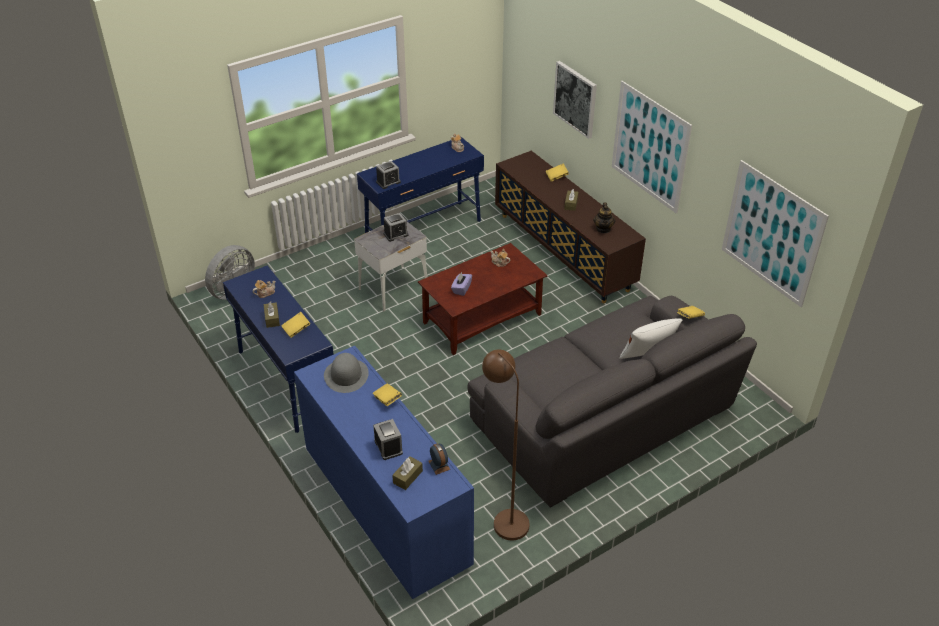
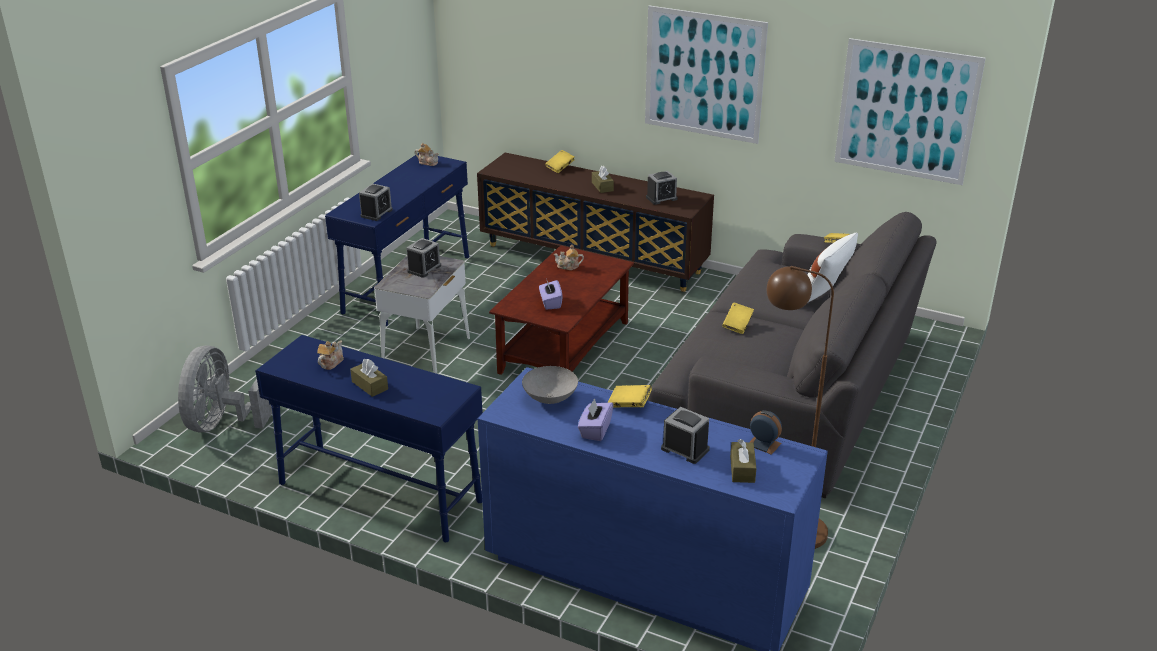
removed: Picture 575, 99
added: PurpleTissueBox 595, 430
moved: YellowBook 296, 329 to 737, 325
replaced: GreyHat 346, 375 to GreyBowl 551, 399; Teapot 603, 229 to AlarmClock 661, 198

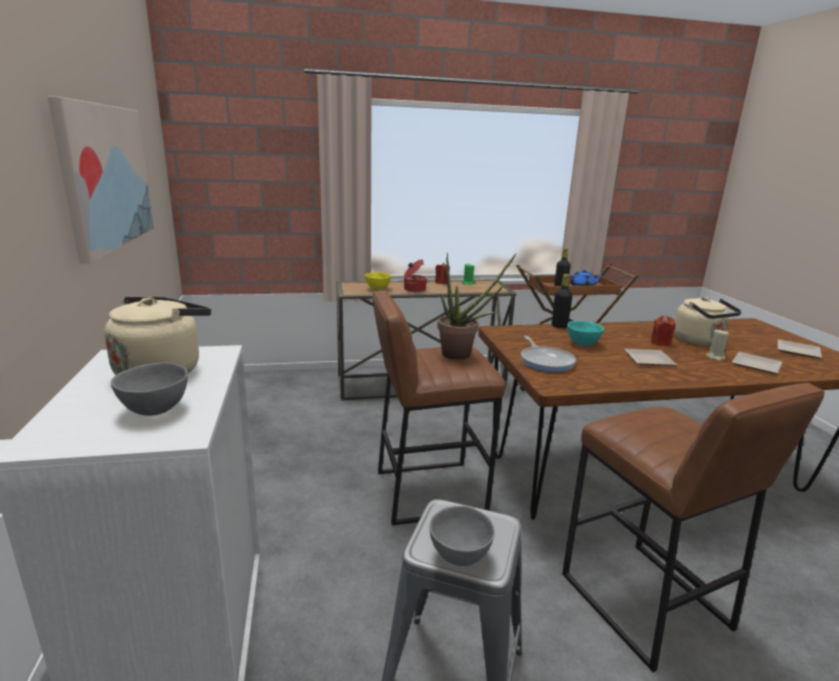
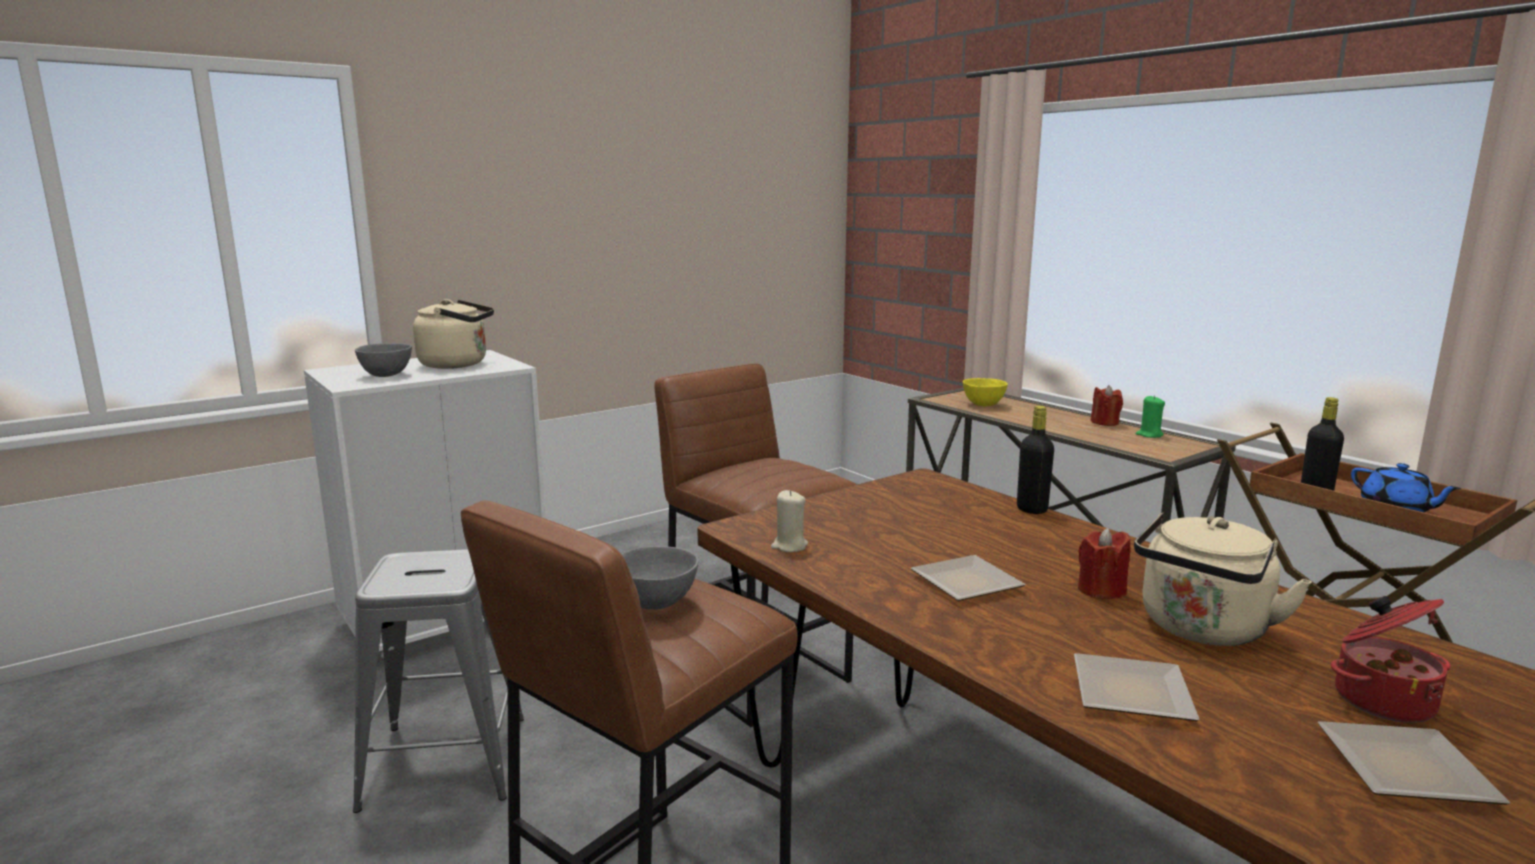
removed: Picture 106, 176; PottedPlant 462, 355; FryingPan 545, 361; TurquoiseBowl 582, 344
moved: CookingPot 414, 289 to 1381, 699; GreyBowl 459, 554 to 658, 603; BeigeCandle 715, 357 to 789, 546

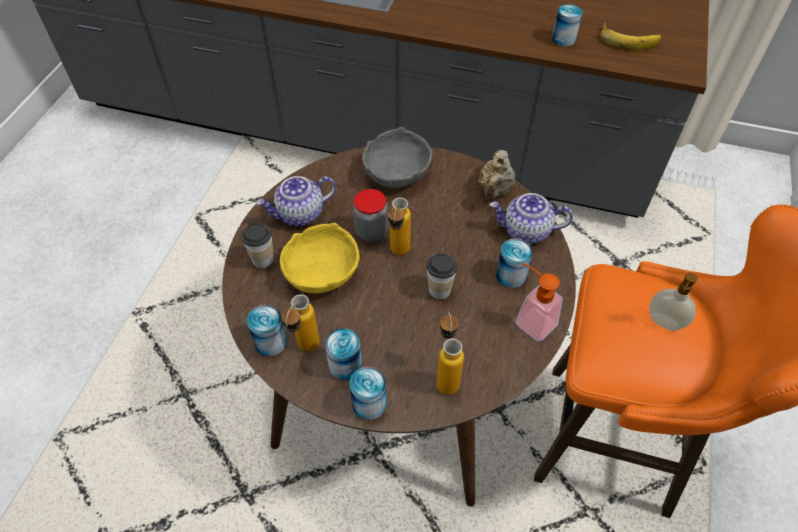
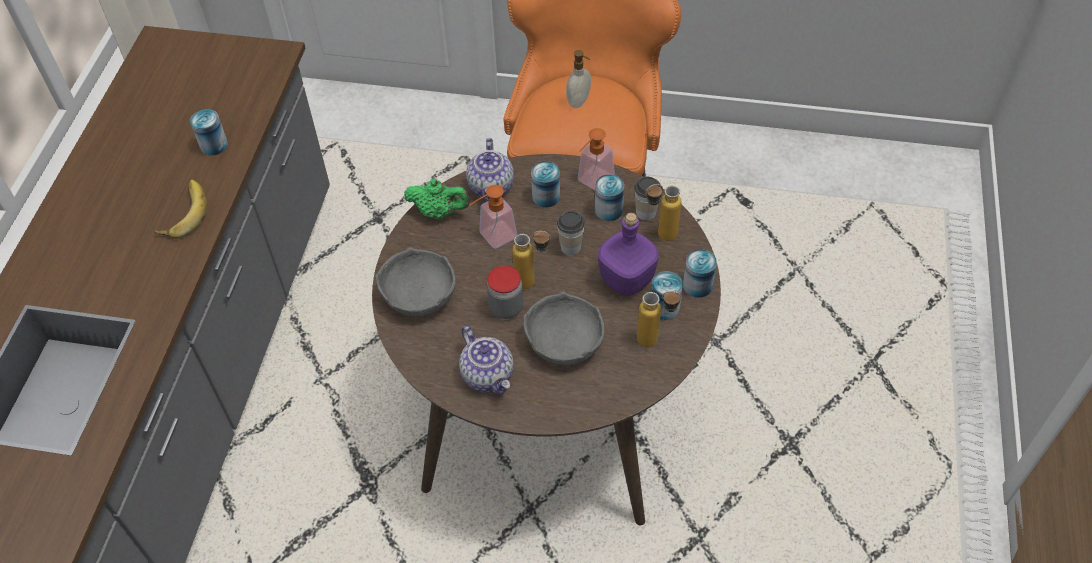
added: SoapDispenser 493, 238; PurpleBottle 626, 280
moved: Cup 263, 260 to 646, 212; Can 270, 342 to 608, 210; Banana 628, 38 to 183, 213
recoloured: YellowBowl 320, 273 to GreyBowl 565, 343; BeigeTeapot 494, 190 to GreenTeapot 439, 212

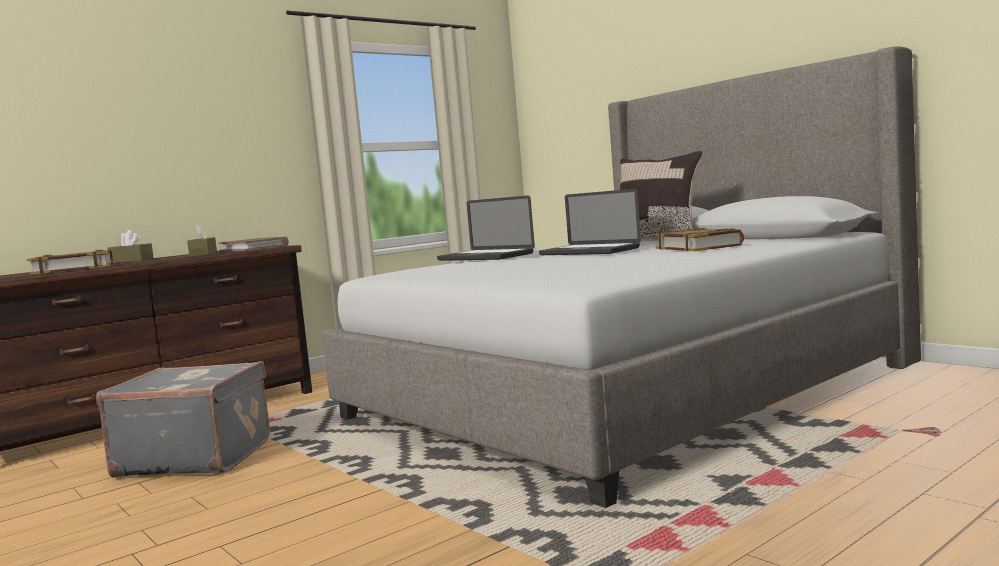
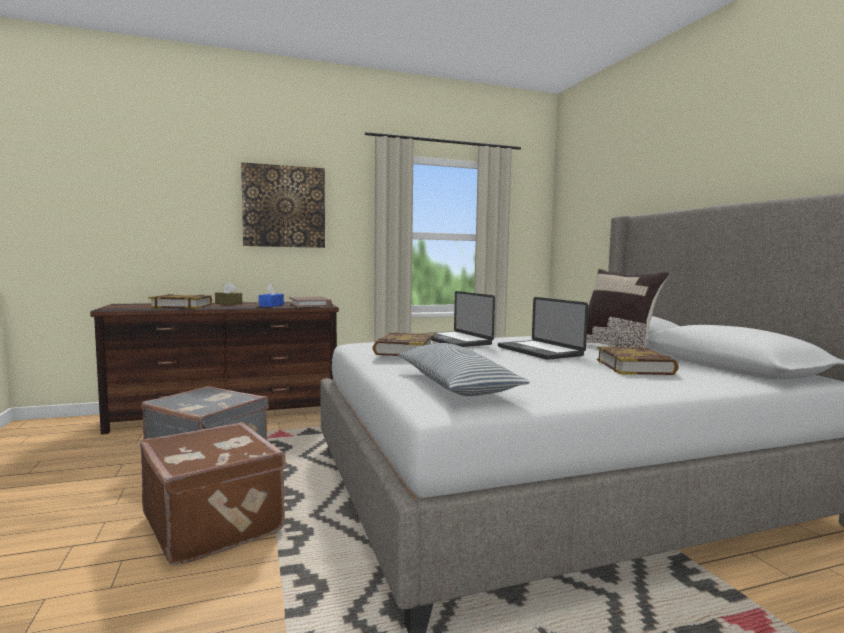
added: BrownSuitcase 215, 523; Picture 284, 206; Book 404, 350; Pillow 455, 385
recoloured: BrownTissueBox 203, 254 to BlueTissueBox 271, 305

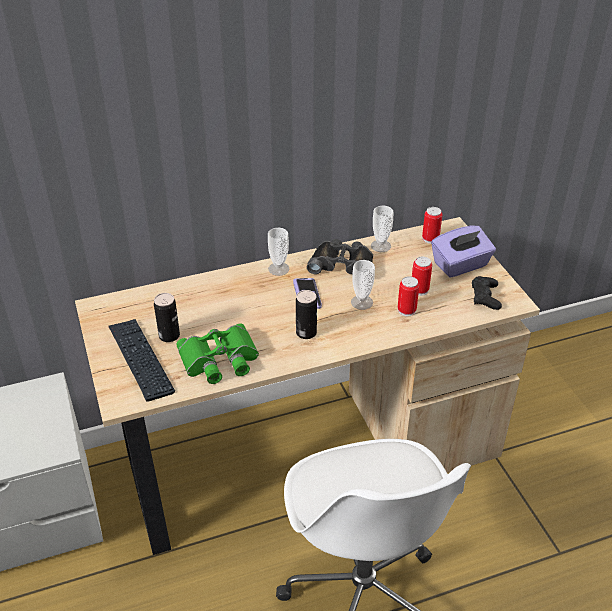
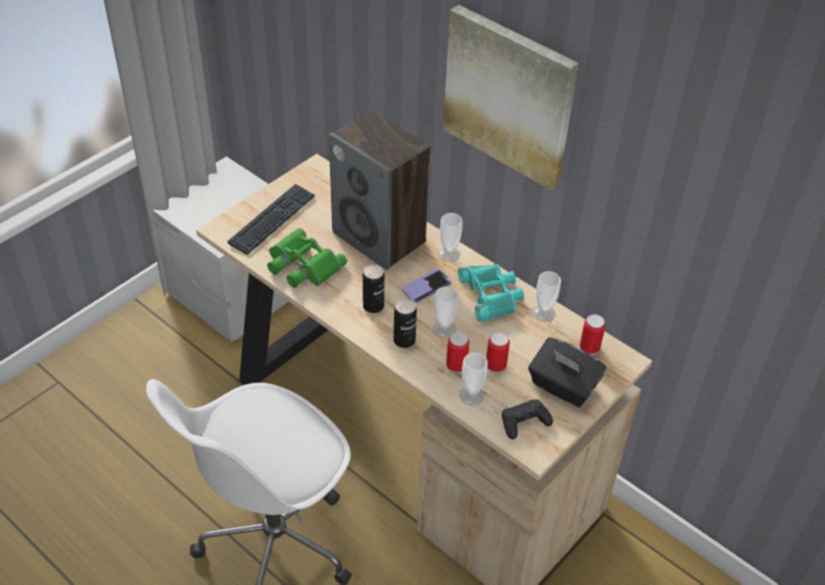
added: Speaker 380, 237; Picture 509, 95; Cup 471, 395
moved: Can 169, 336 to 404, 340
recoloured: BlackBinoculars 342, 264 to TurquoiseBinoculars 491, 295; PurpleTissueBox 461, 265 to BlackTissueBox 563, 387

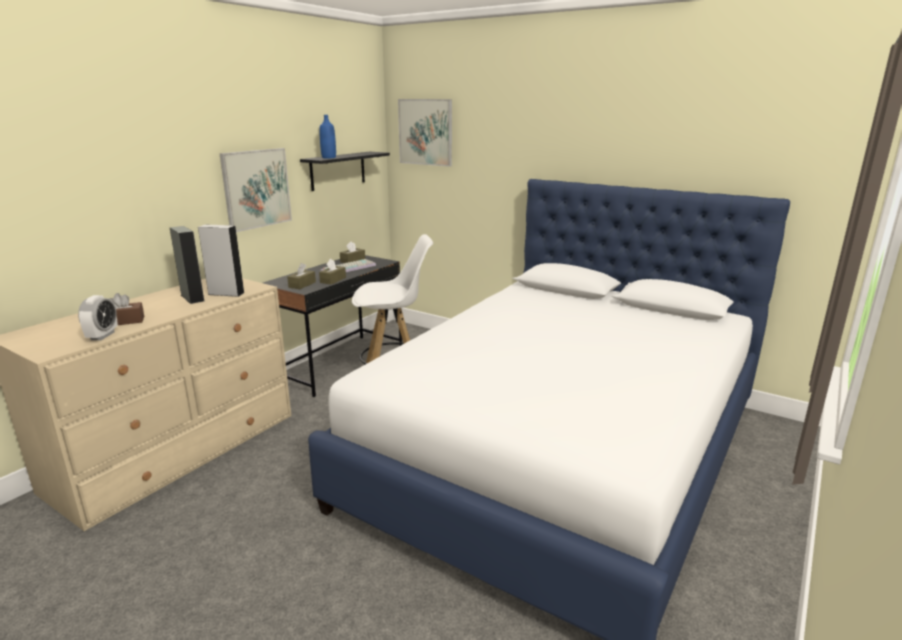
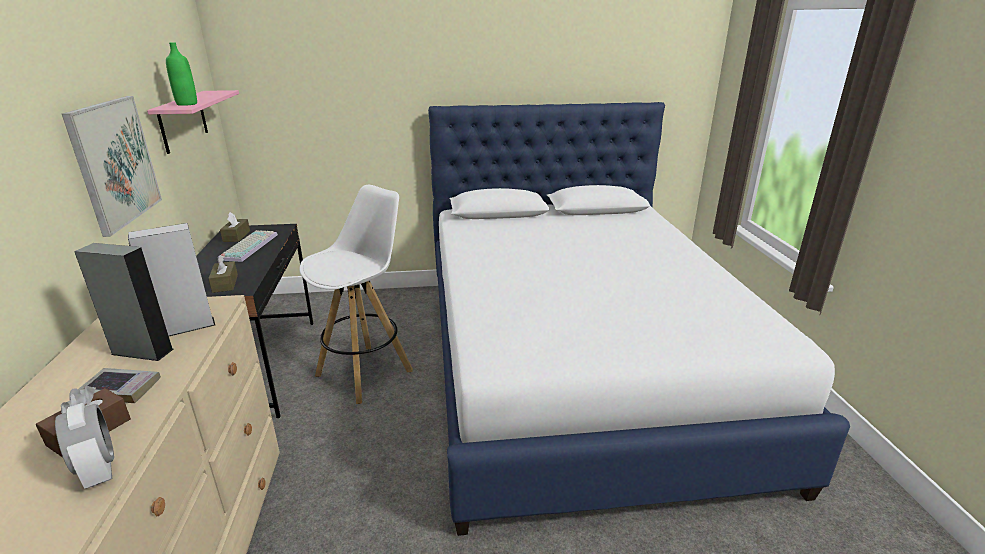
removed: BrownTissueBox 333, 280; Picture 425, 132
added: Book 121, 389
recoloured: BlackShelf 338, 170 to PinkShelf 183, 121; BlueBottle 329, 157 to GreenBottle 187, 104

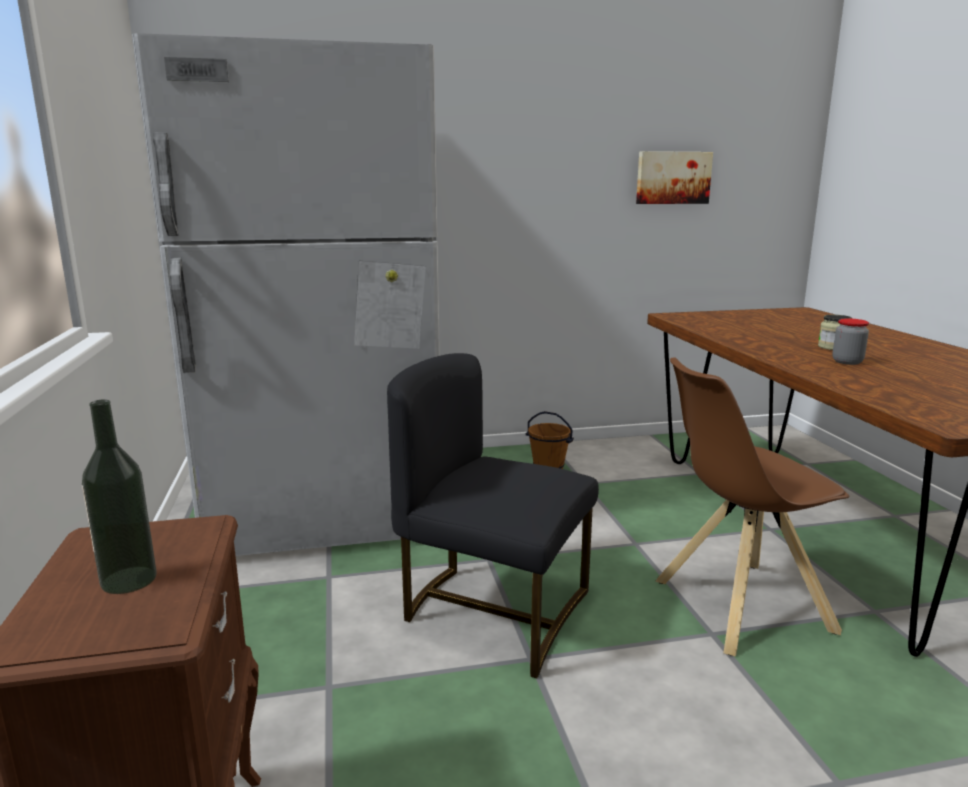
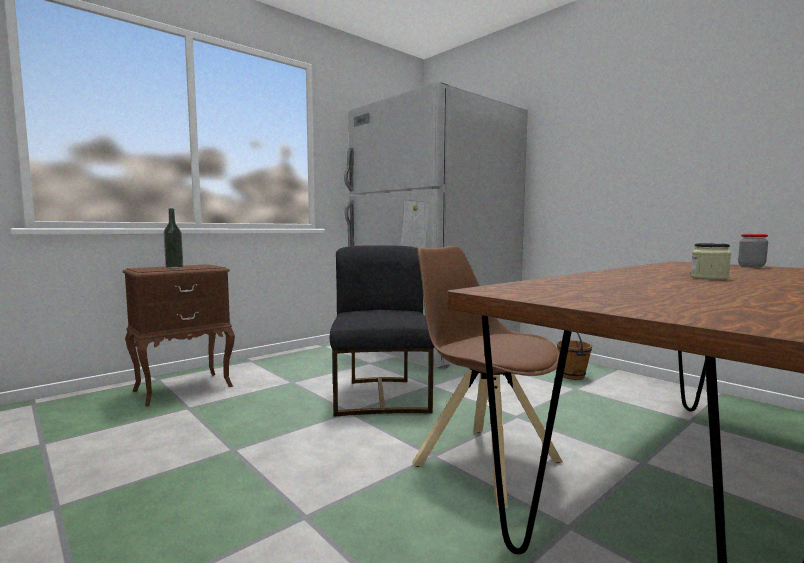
removed: Picture 672, 178
moved: Jar 847, 362 to 751, 266

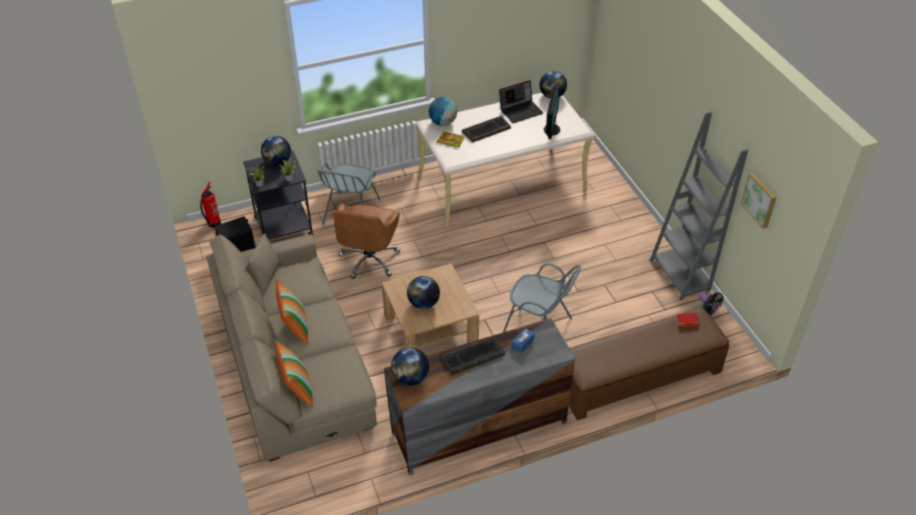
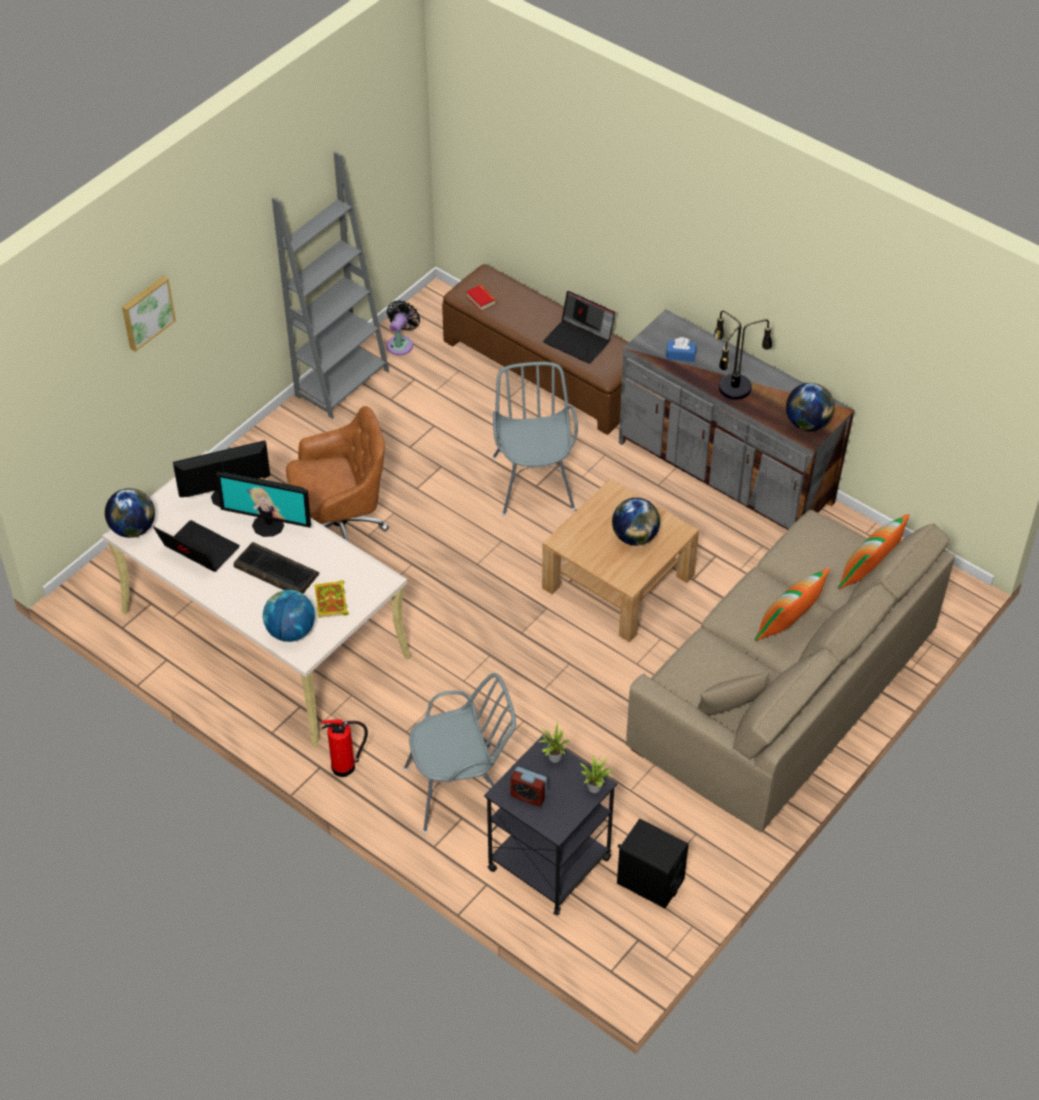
added: Monitor 268, 525; Laptop 579, 340
moved: FireExtinguisher 213, 224 to 346, 767; BrownOfficeChair 369, 260 to 340, 529; Picture 760, 200 to 146, 312
replaced: Globe 277, 162 to AlarmClock 528, 796; Keyboard 472, 357 to TableLamp 734, 387

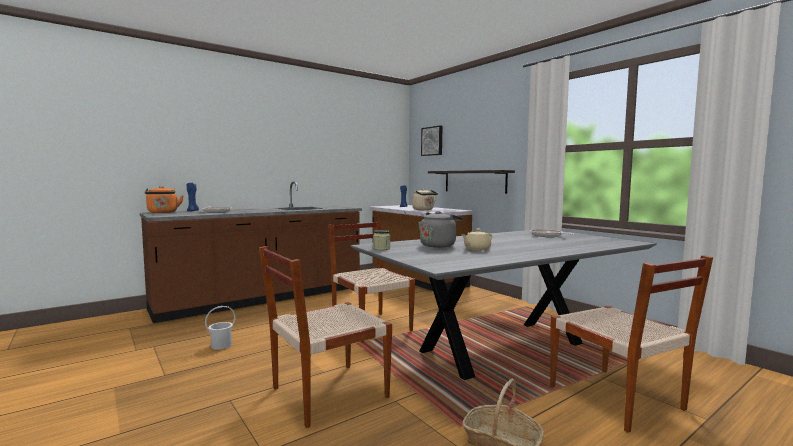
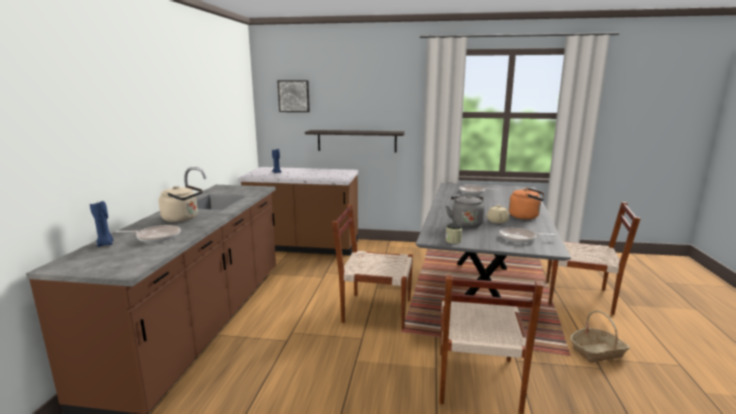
removed: WhiteBucket 221, 345
added: FryingPan 520, 238
moved: OrangeKettle 163, 212 to 525, 216; BeigeKettle 424, 210 to 183, 219

